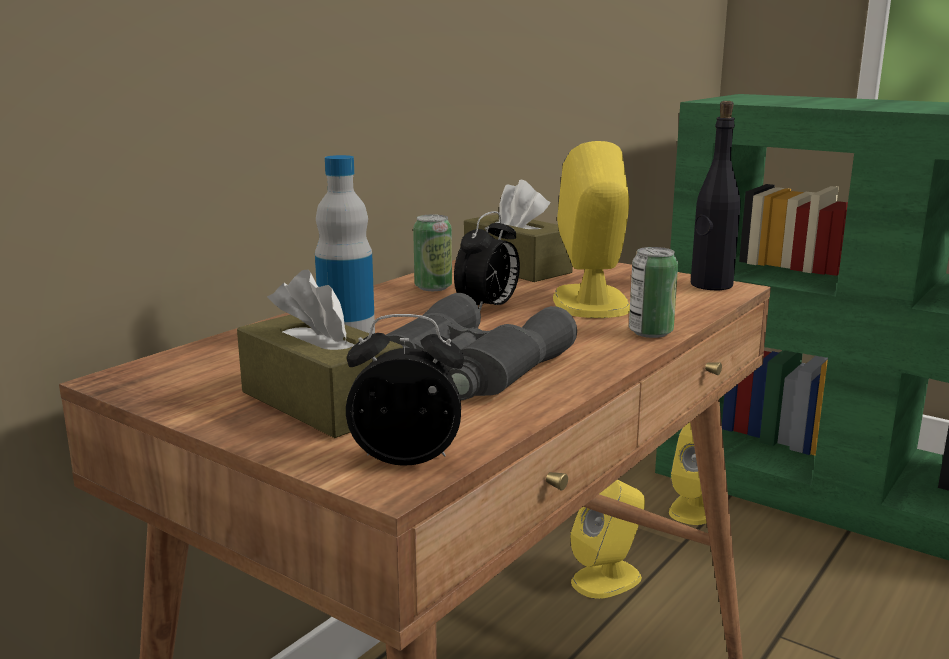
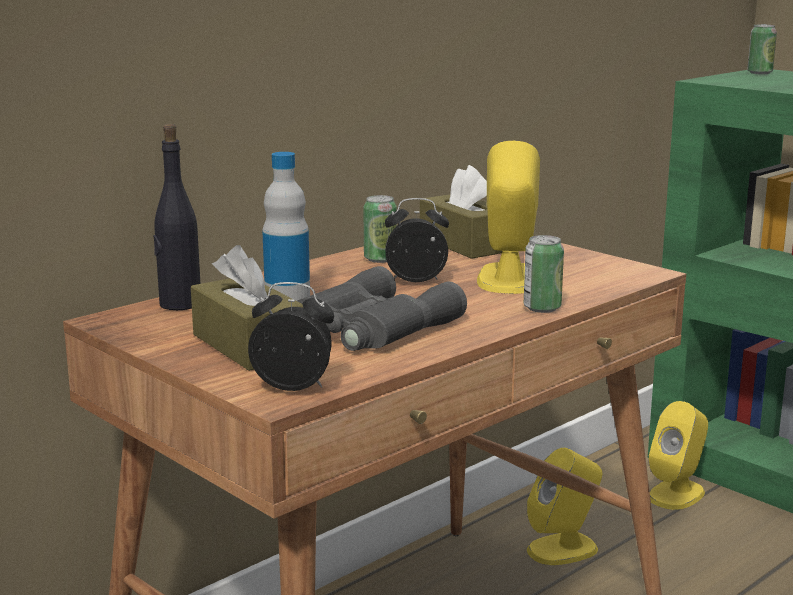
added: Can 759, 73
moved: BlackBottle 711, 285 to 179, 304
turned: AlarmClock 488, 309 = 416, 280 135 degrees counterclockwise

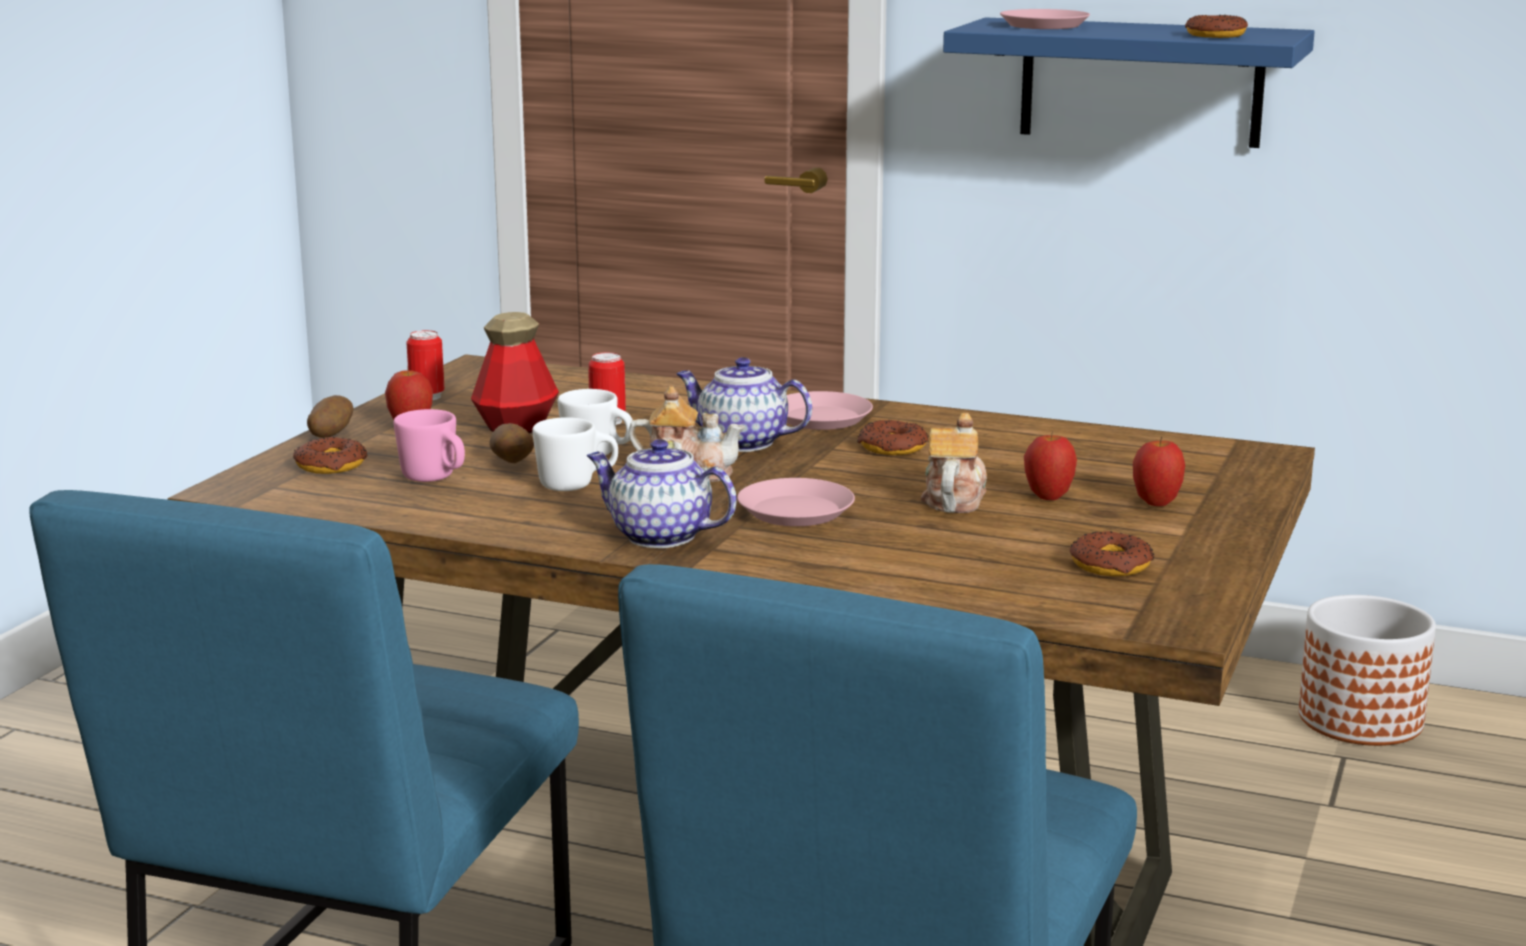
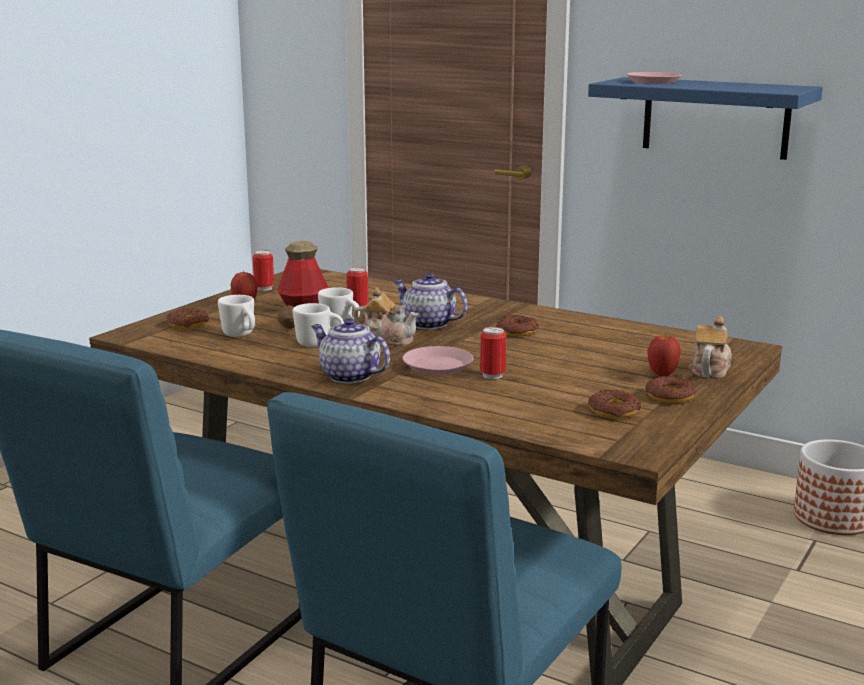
removed: Potato 330, 435; PinkPlate 821, 418; Apple 1048, 497
added: Can 492, 375
moved: Teapot 953, 500 to 709, 370; Donut 1215, 35 to 670, 396
recoloured: PinkMug 435, 479 to WhiteMug 241, 335

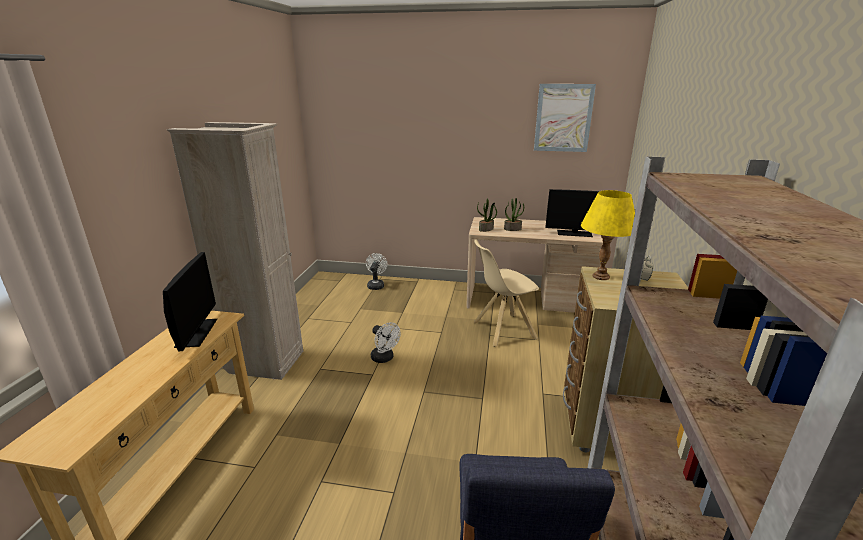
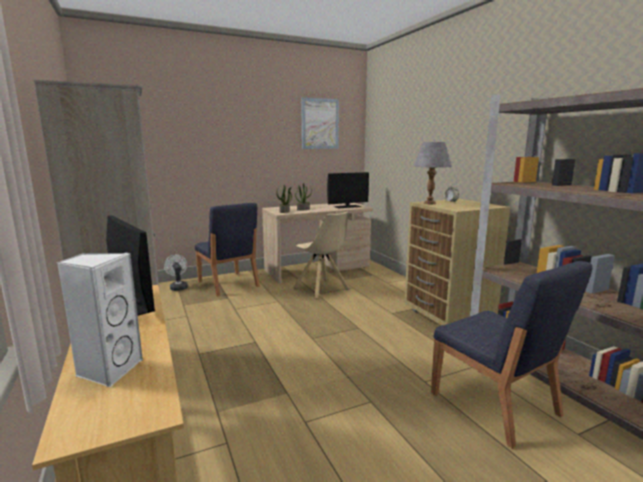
removed: WhiteFan 384, 358
added: WhiteSpeaker 108, 370; BlueChair 228, 284
recoloured: YellowTableLamp 601, 276 to GreyTableLamp 430, 203
turned: BeigeChair 502, 330 = 322, 289 75 degrees counterclockwise

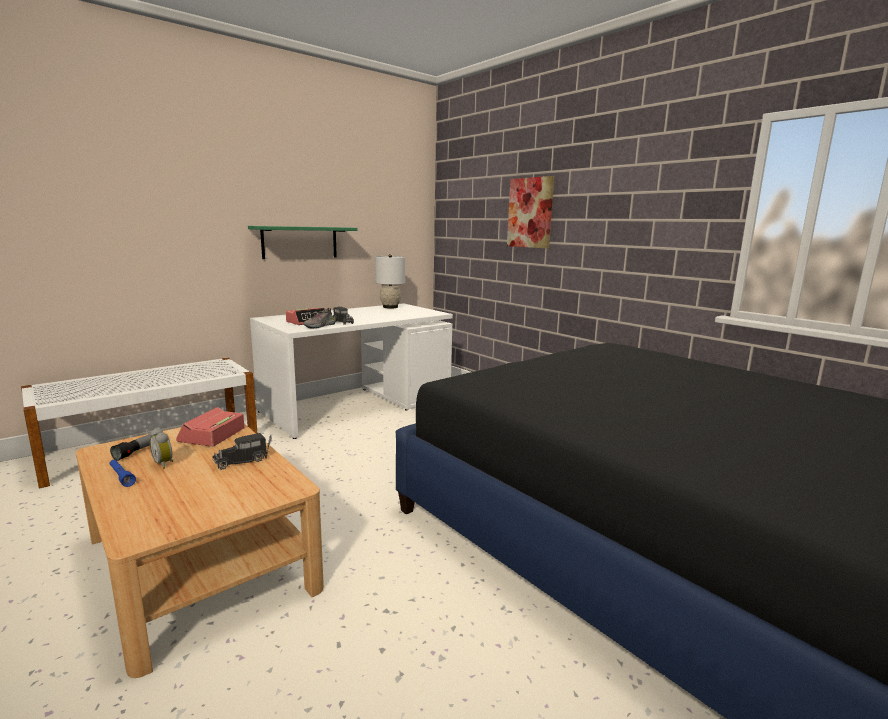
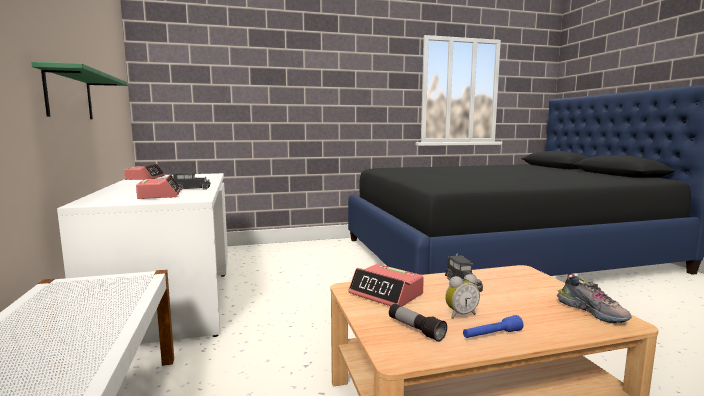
removed: Picture 530, 213
moved: Shoe 320, 326 to 593, 312
replaced: WhiteTableLamp 390, 307 to AlarmClock 145, 178

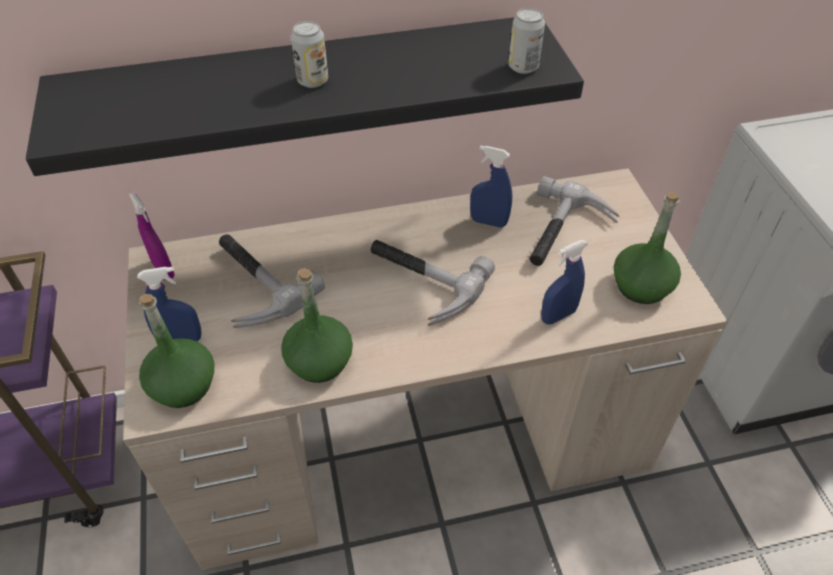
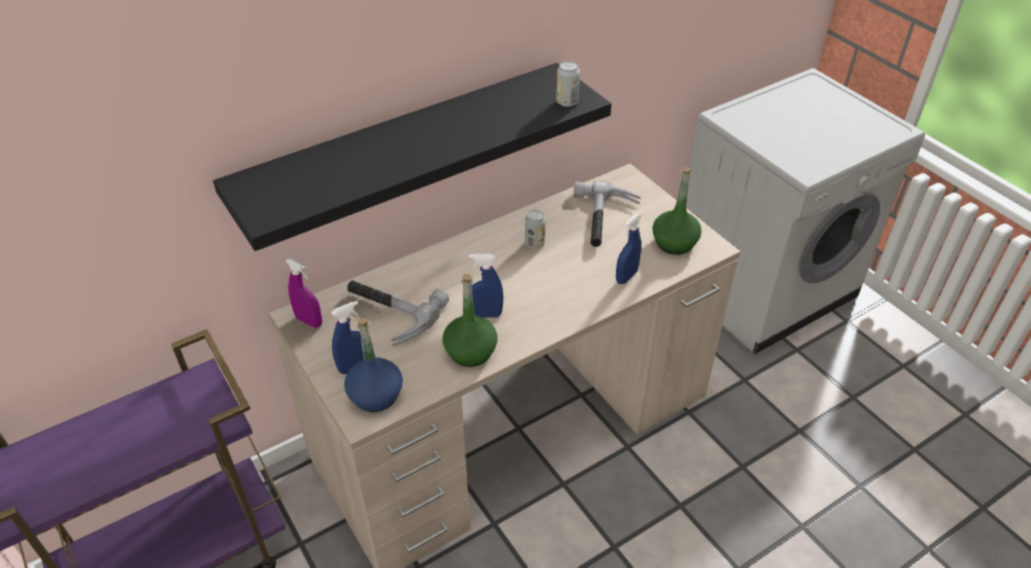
removed: Hammer 420, 282
moved: Can 313, 81 to 534, 243; BlueSprayBottle 488, 222 to 485, 315
recoloured: GreenBottle 183, 385 to BlueBottle 375, 395

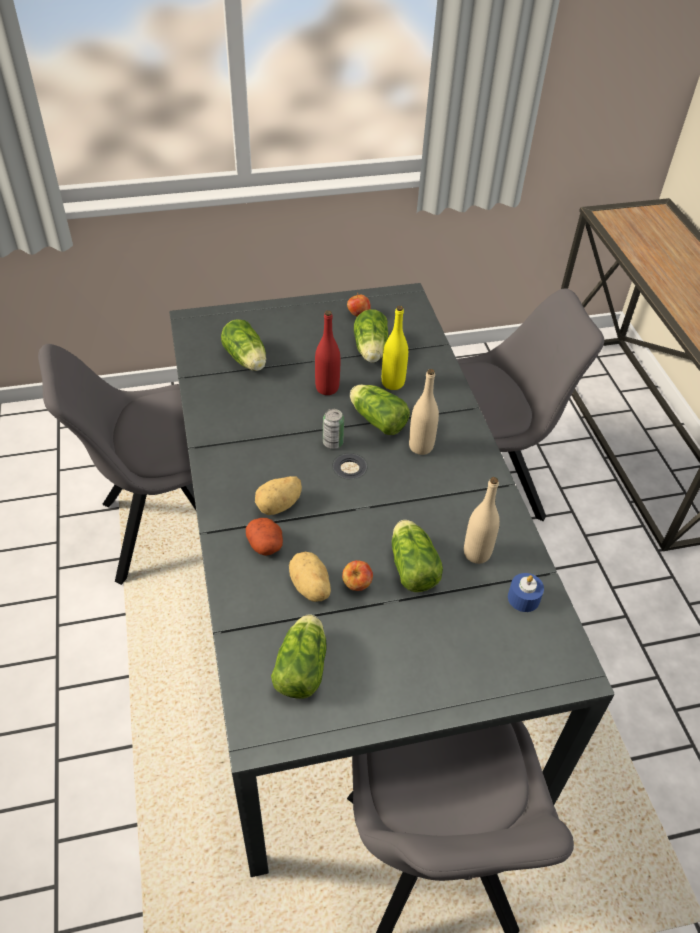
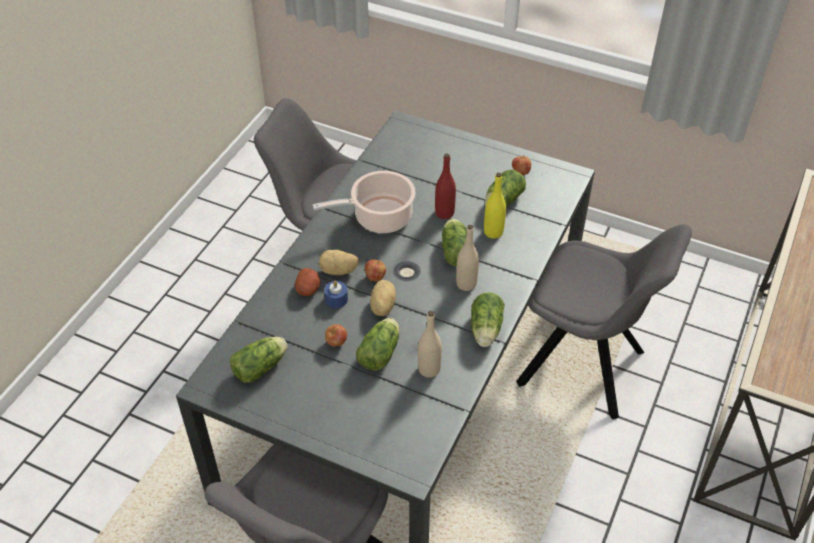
removed: Can 333, 442
added: CookingPot 379, 218; Apple 375, 277
moved: Lettuce 246, 360 to 485, 330; Potato 309, 587 to 381, 306; BlueCandle 523, 598 to 336, 299

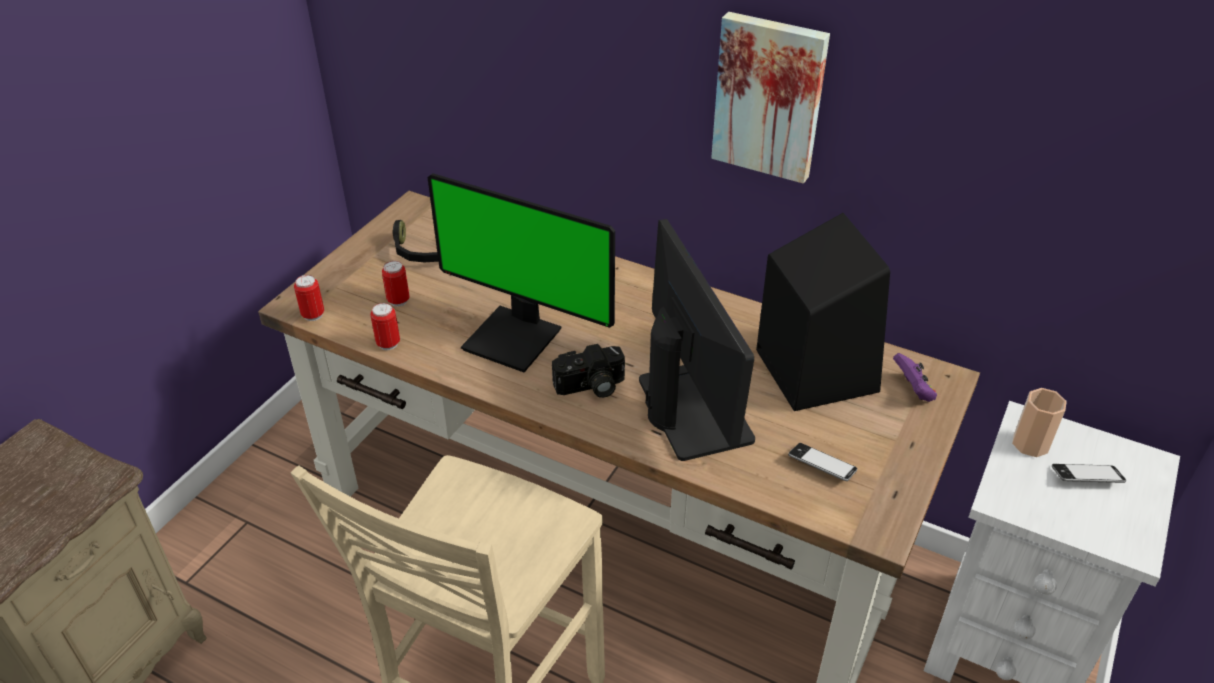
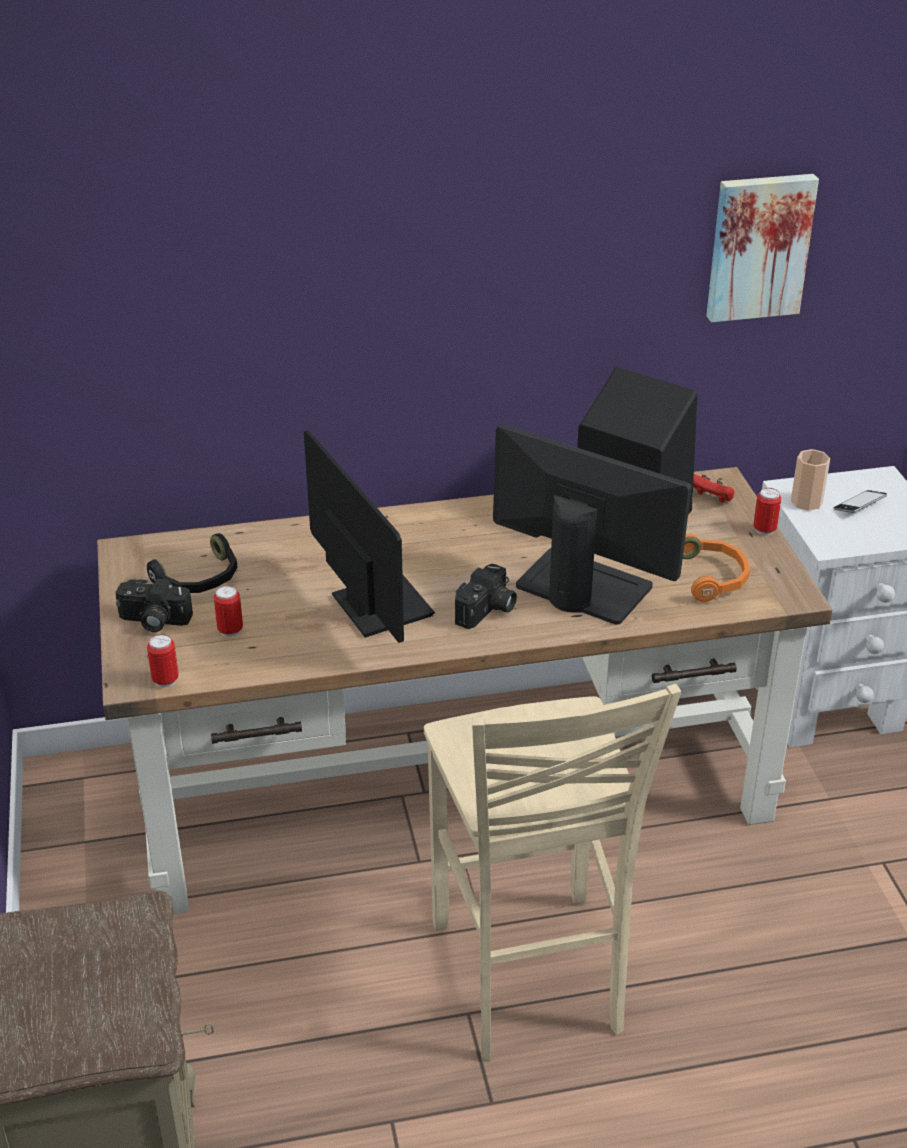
added: PhotoCamera 153, 621
moved: Can 388, 344 to 764, 530; Picture 769, 96 to 758, 246
replaced: Phone 821, 466 to OrangeHeadphones 713, 577
recoloured: PurpleGameController 913, 390 to RedGameController 710, 499
turned: Monitor 515, 337 = 377, 607 105 degrees counterclockwise

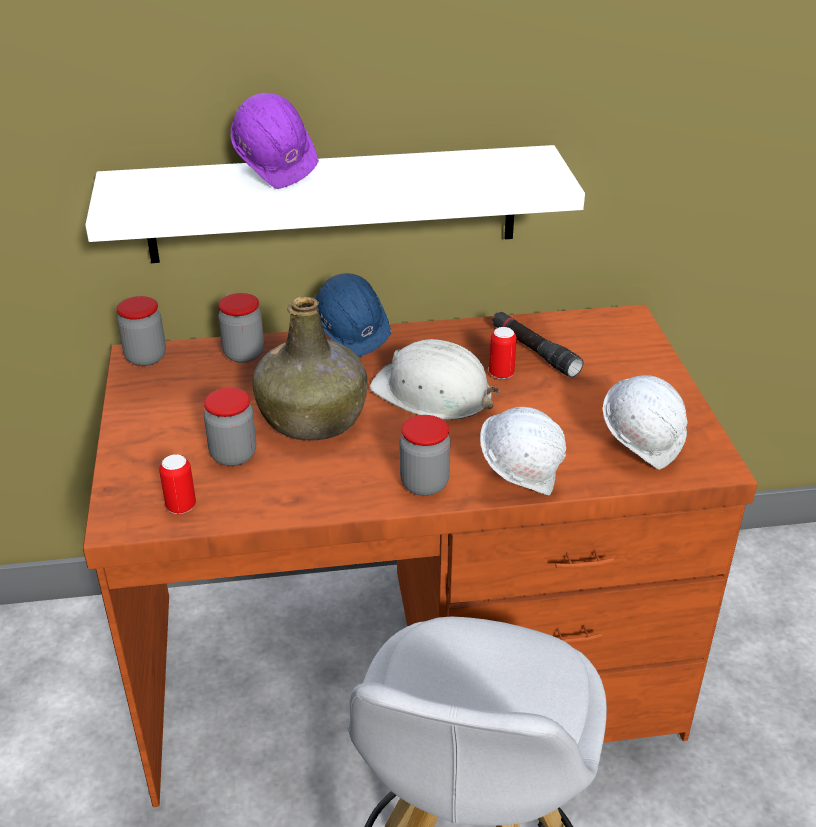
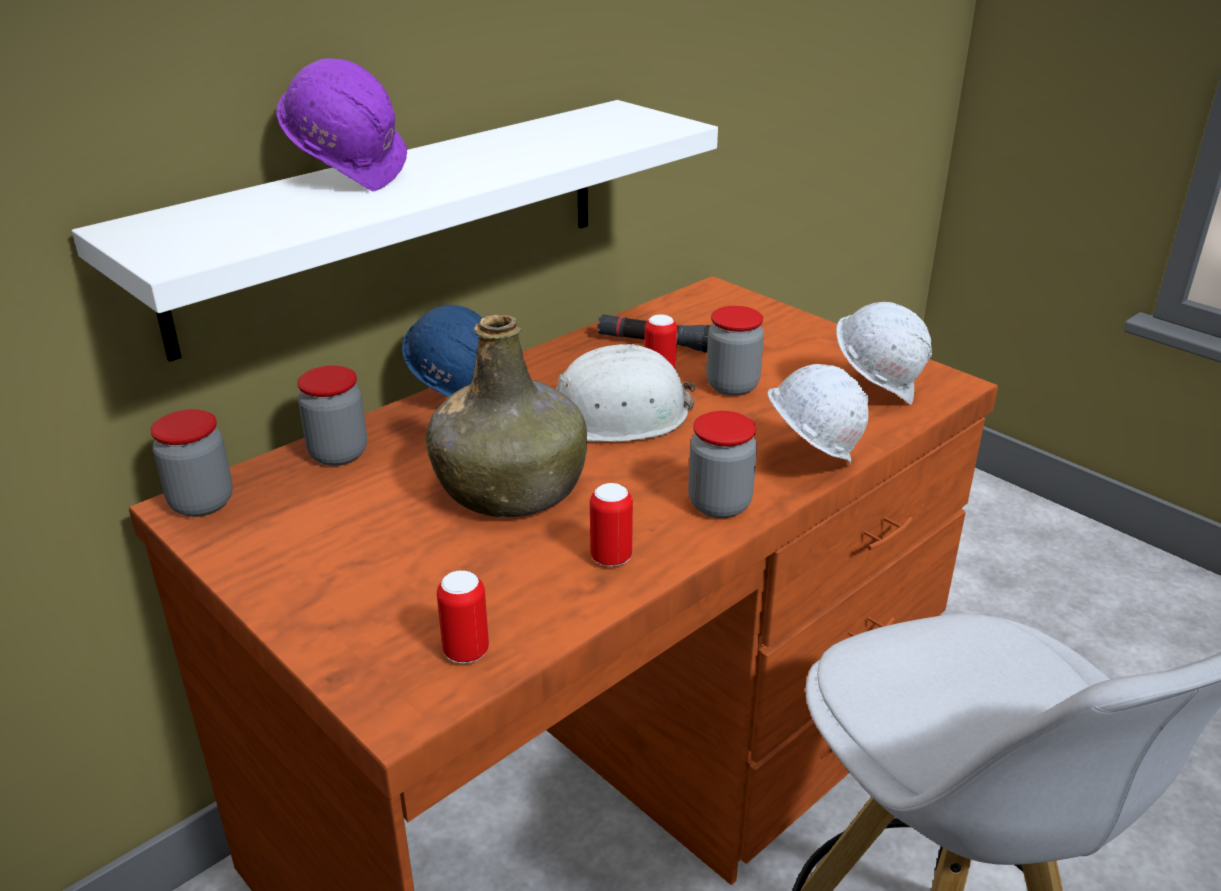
added: Can 611, 558
moved: Jar 233, 455 to 732, 386

